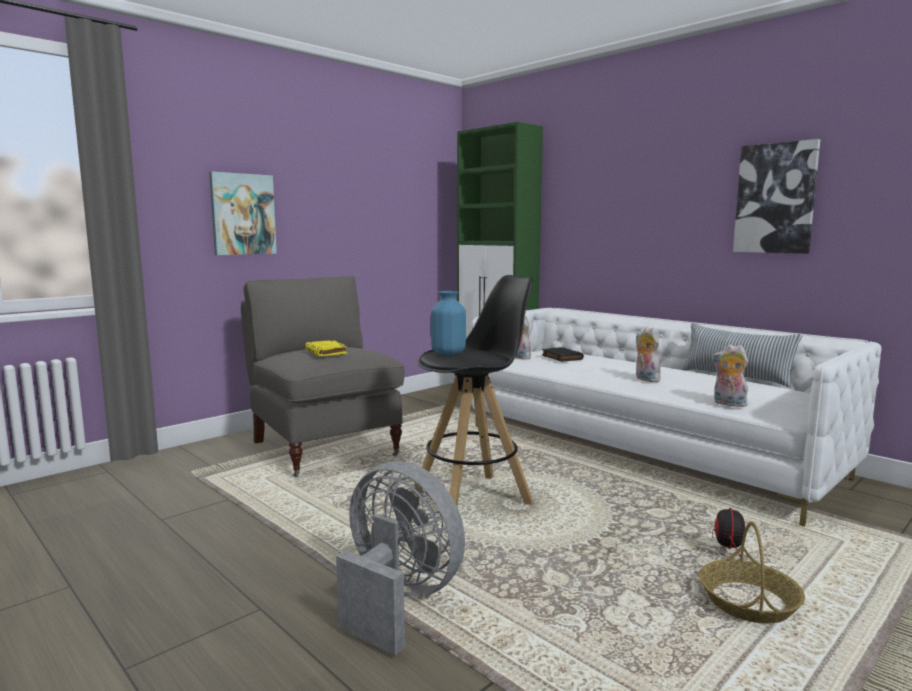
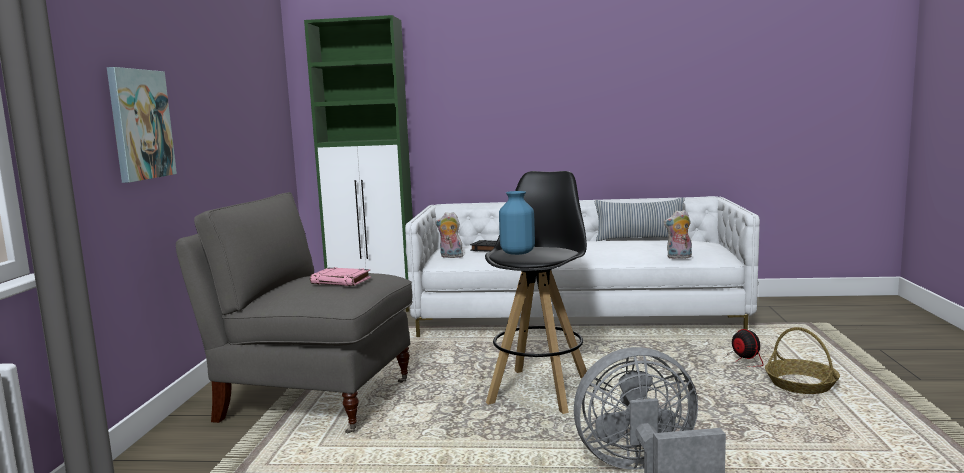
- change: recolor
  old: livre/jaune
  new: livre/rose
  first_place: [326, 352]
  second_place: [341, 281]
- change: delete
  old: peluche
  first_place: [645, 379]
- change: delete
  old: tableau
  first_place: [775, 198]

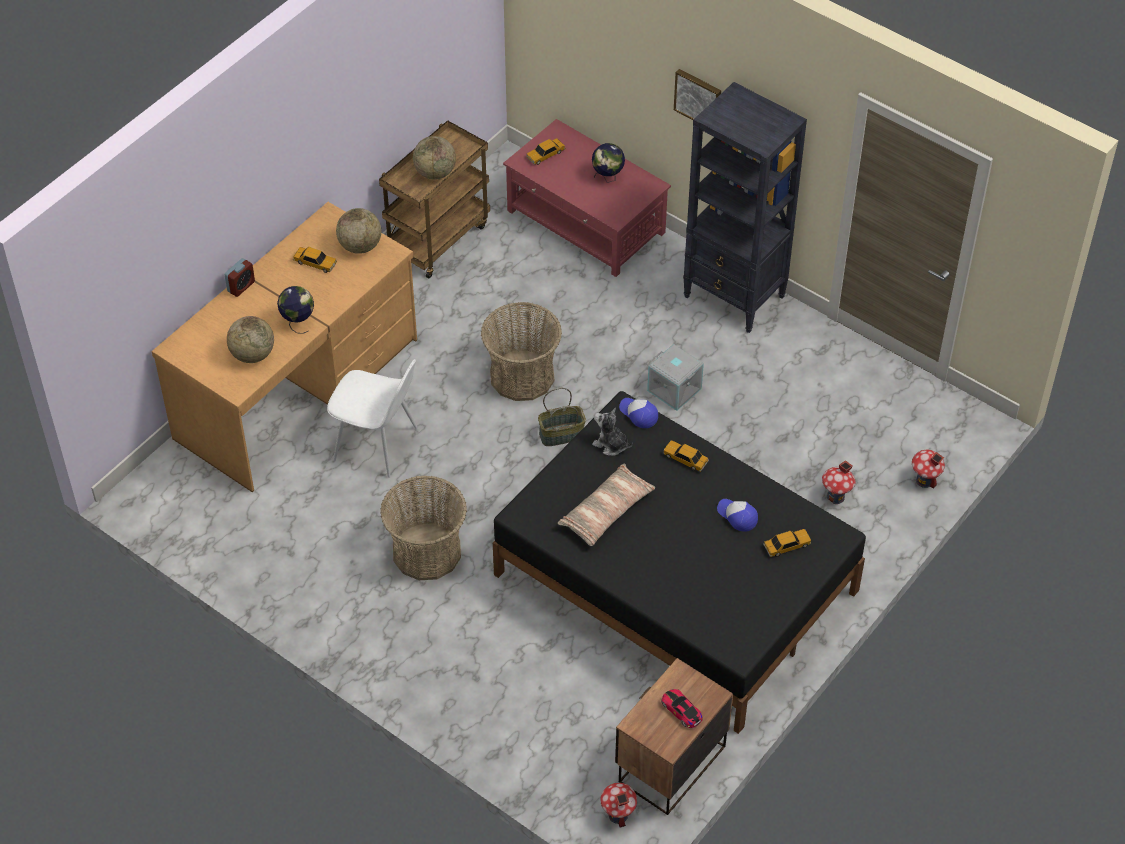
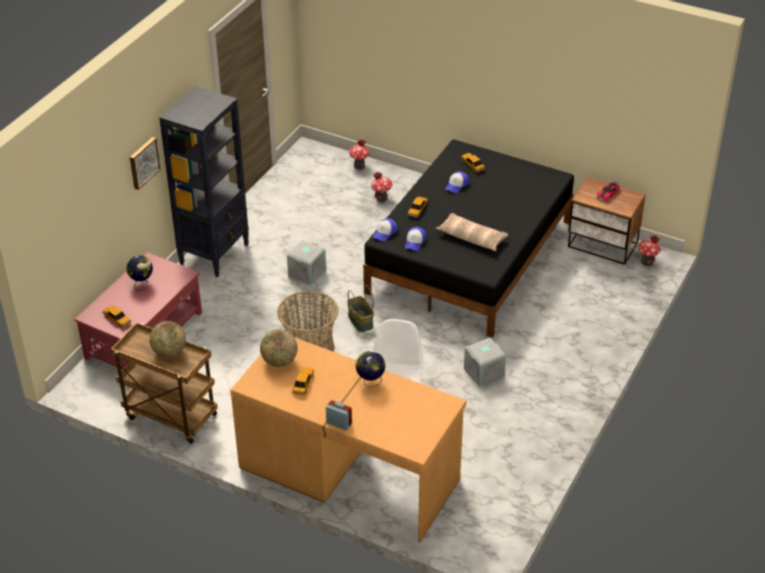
- change: replace
  old: peluche
  new: casquette
  first_place: [611, 444]
  second_place: [415, 242]
- change: replace
  old: panier
  new: boîte de rangement/gris
  first_place: [426, 552]
  second_place: [484, 373]
- change: delete
  old: globe
  first_place: [252, 354]

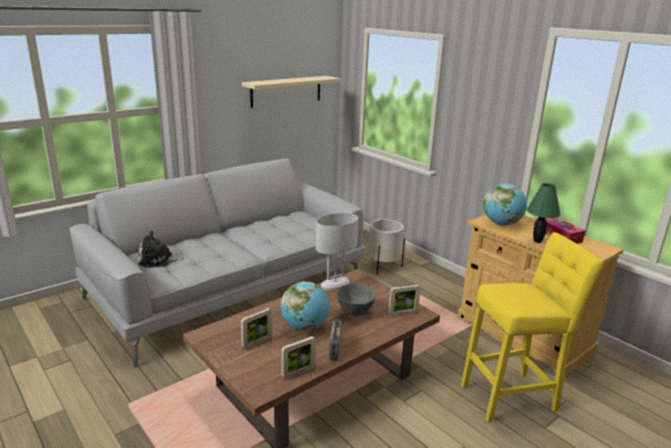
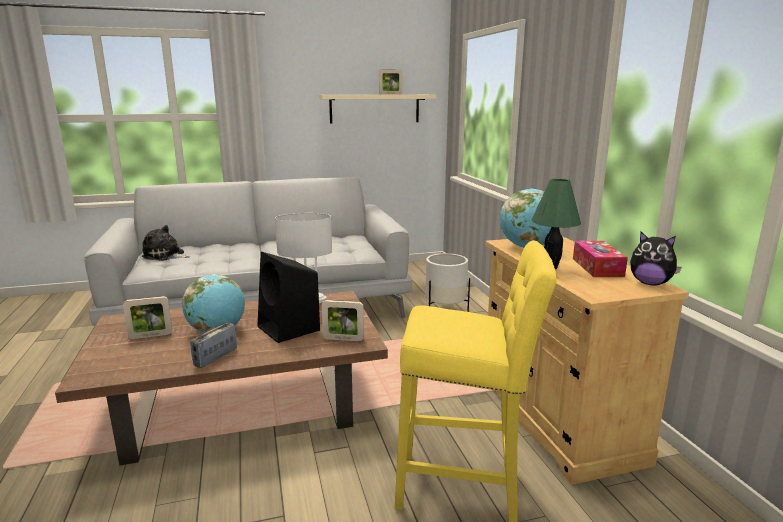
- change: replace
  old: bol/gris
  new: enceinte/noir
  first_place: [355, 313]
  second_place: [290, 329]
- change: move
  old: cadre photo
  first_place: [298, 373]
  second_place: [390, 94]
- change: insert
  new: peluche
  second_place: [650, 283]

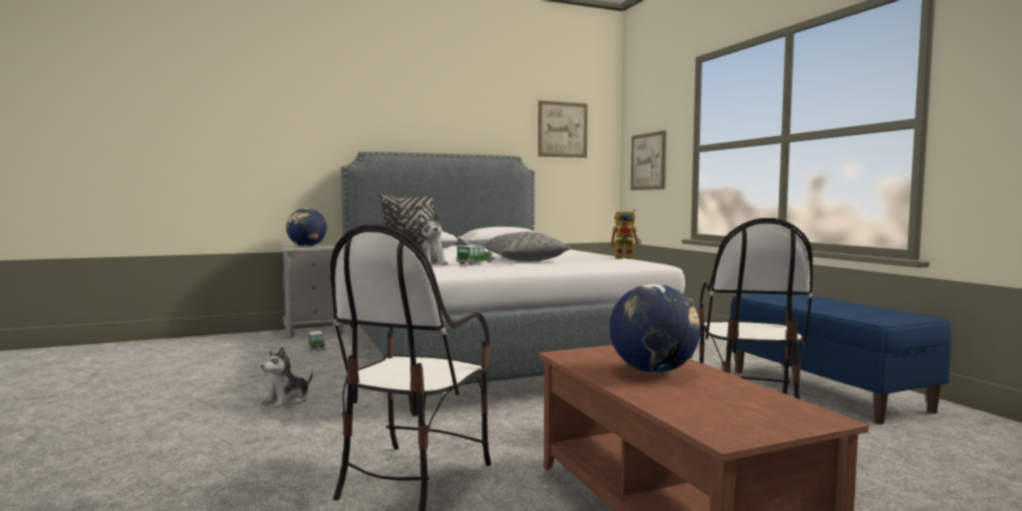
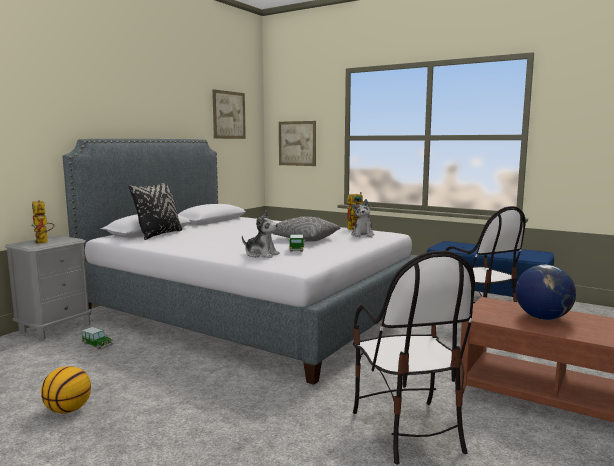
- change: replace
  old: globe
  new: robot jouet
  first_place: [307, 246]
  second_place: [43, 242]
- change: insert
  new: ballon de basket
  second_place: [68, 410]
- change: move
  old: peluche
  first_place: [288, 401]
  second_place: [363, 235]

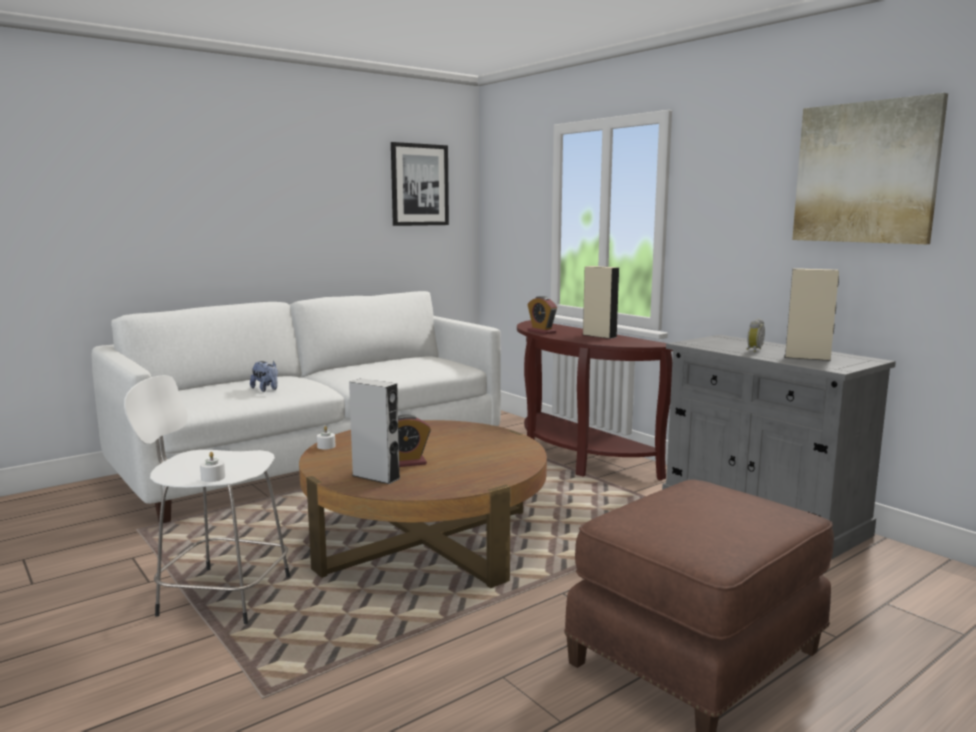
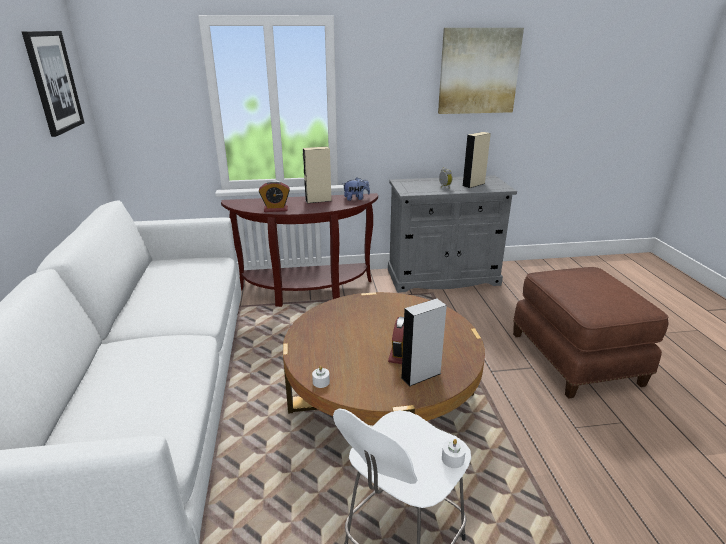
- change: move
  old: peluche
  first_place: [266, 389]
  second_place: [356, 198]

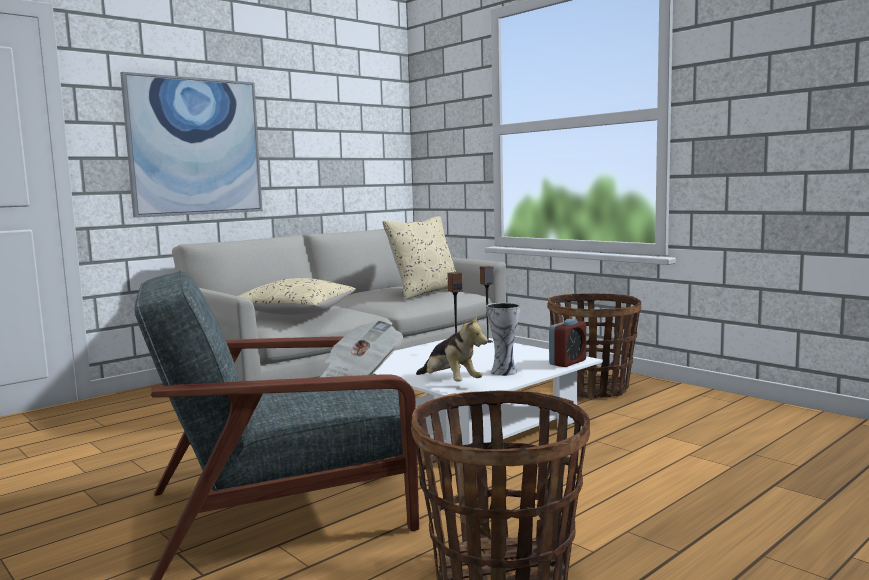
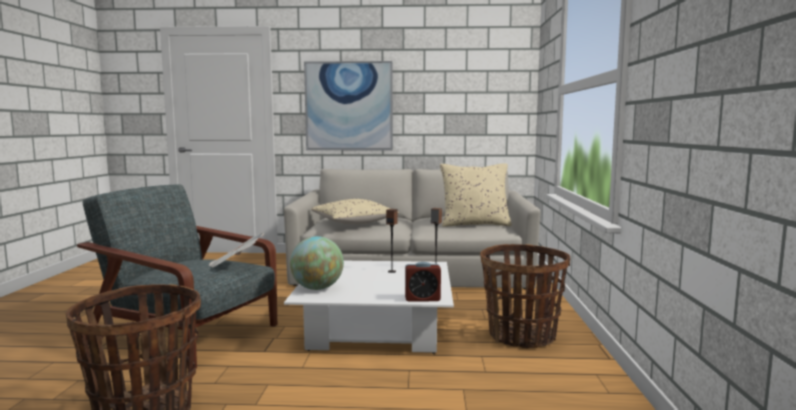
- change: replace
  old: peluche
  new: globe
  first_place: [450, 383]
  second_place: [317, 288]
- change: delete
  old: vase
  first_place: [505, 371]

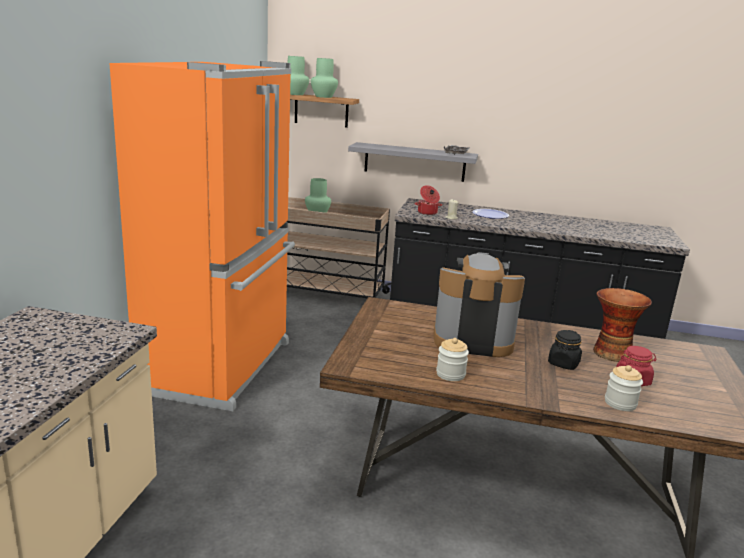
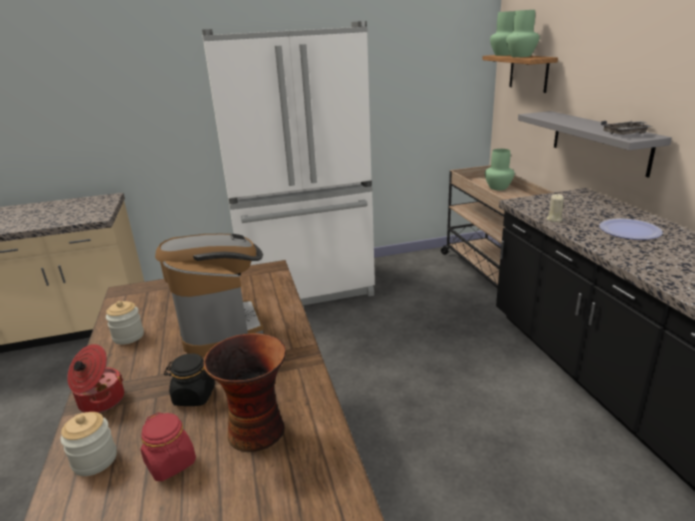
- change: move
  old: marmite
  first_place: [427, 213]
  second_place: [100, 401]
- change: recolor
  old: réfrigérateur/orange
  new: réfrigérateur/blanc
  first_place: [222, 366]
  second_place: [307, 289]

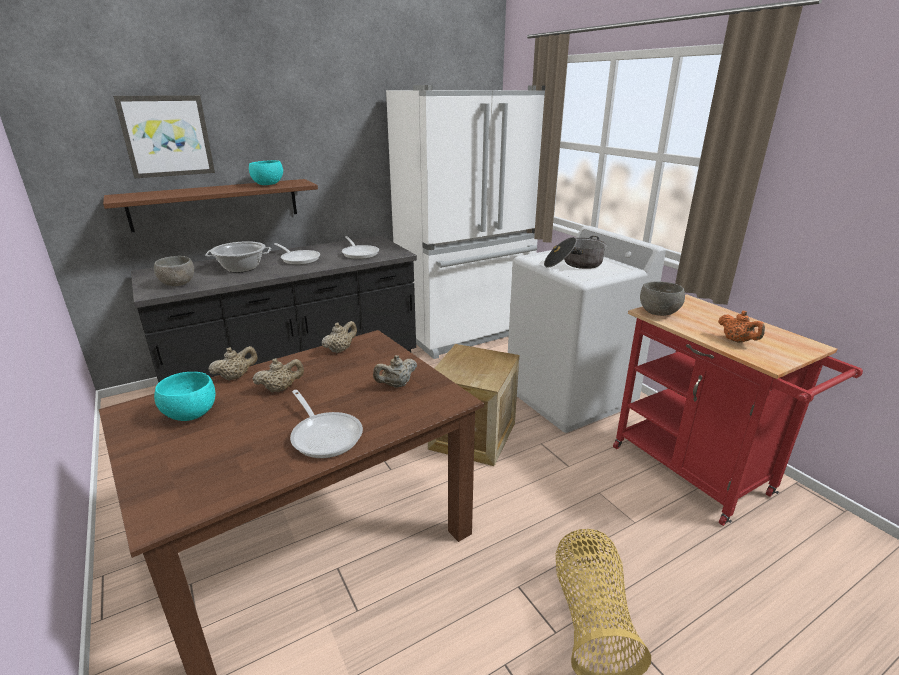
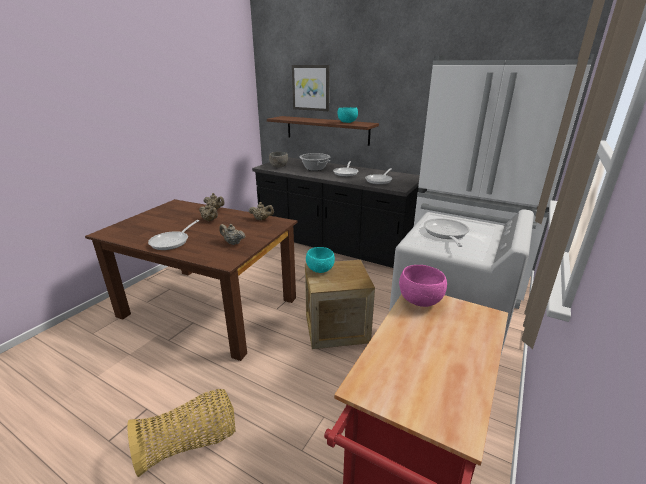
- change: move
  old: bol/turquoise
  first_place: [191, 415]
  second_place: [320, 270]
- change: recolor
  old: bol/gris
  new: bol/rose
  first_place: [659, 313]
  second_place: [420, 301]
- change: replace
  old: marmite
  new: poêle
  first_place: [574, 264]
  second_place: [445, 233]
- change: delete
  old: théière/orange
  first_place: [737, 341]

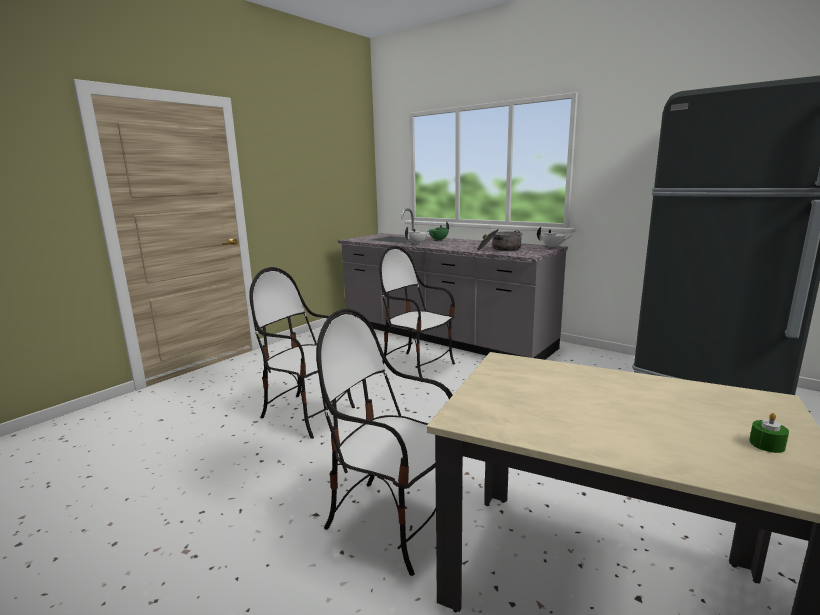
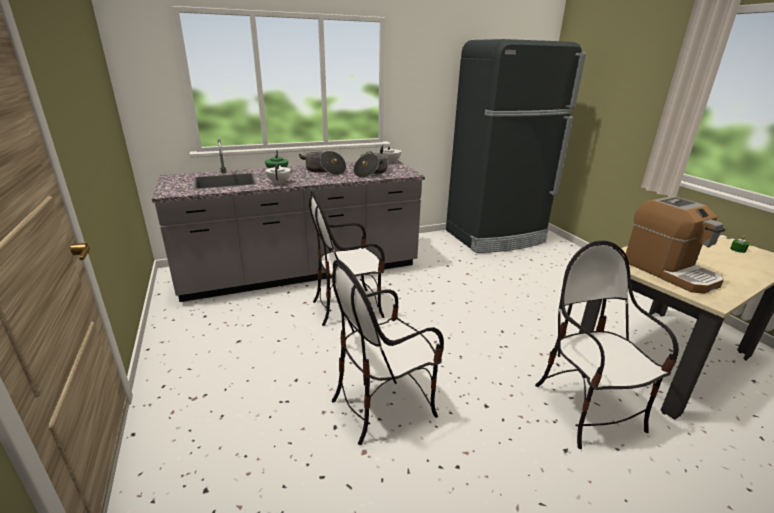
- change: insert
  new: marmite
  second_place: [324, 170]
- change: rotate
  old: chaise
  first_place: [393, 521]
  second_place: [587, 409]
  degrees: 105
- change: insert
  new: machine à café
  second_place: [669, 272]

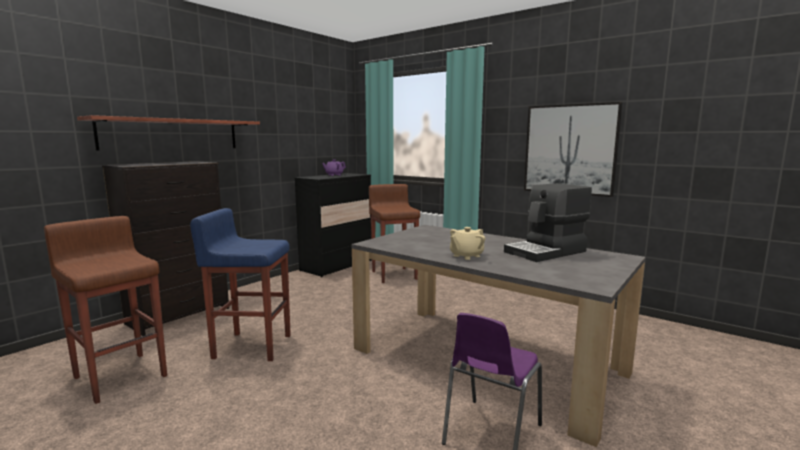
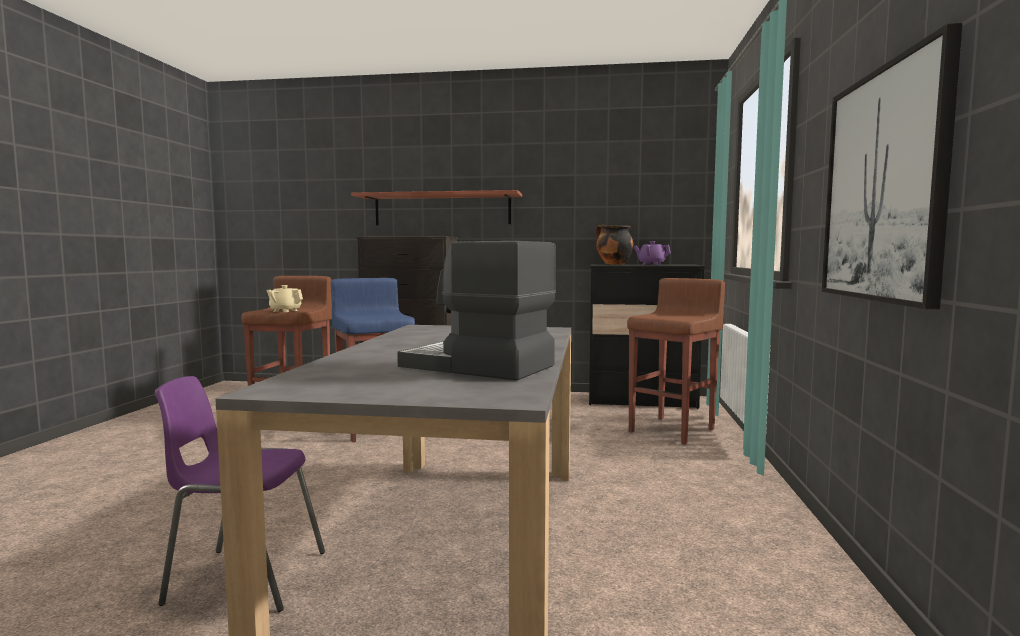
- change: move
  old: théière/beige
  first_place: [466, 256]
  second_place: [285, 311]
- change: insert
  new: marmite
  second_place: [613, 264]

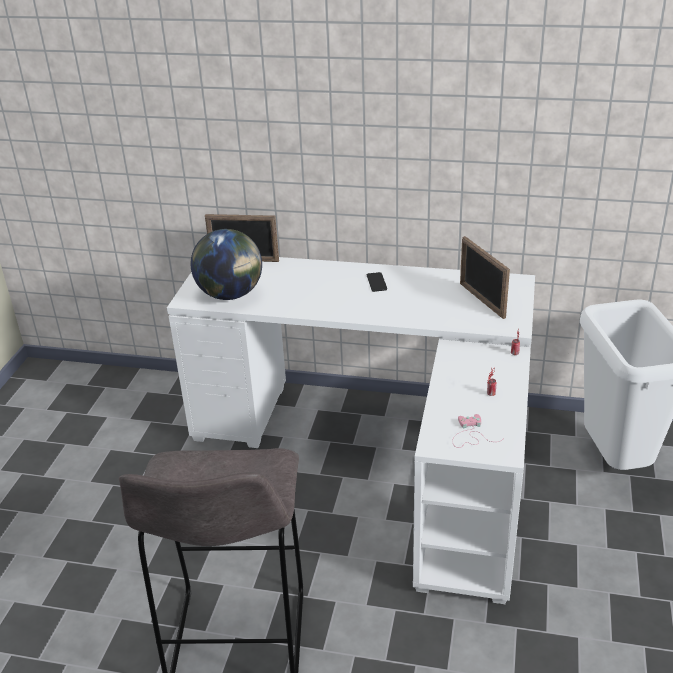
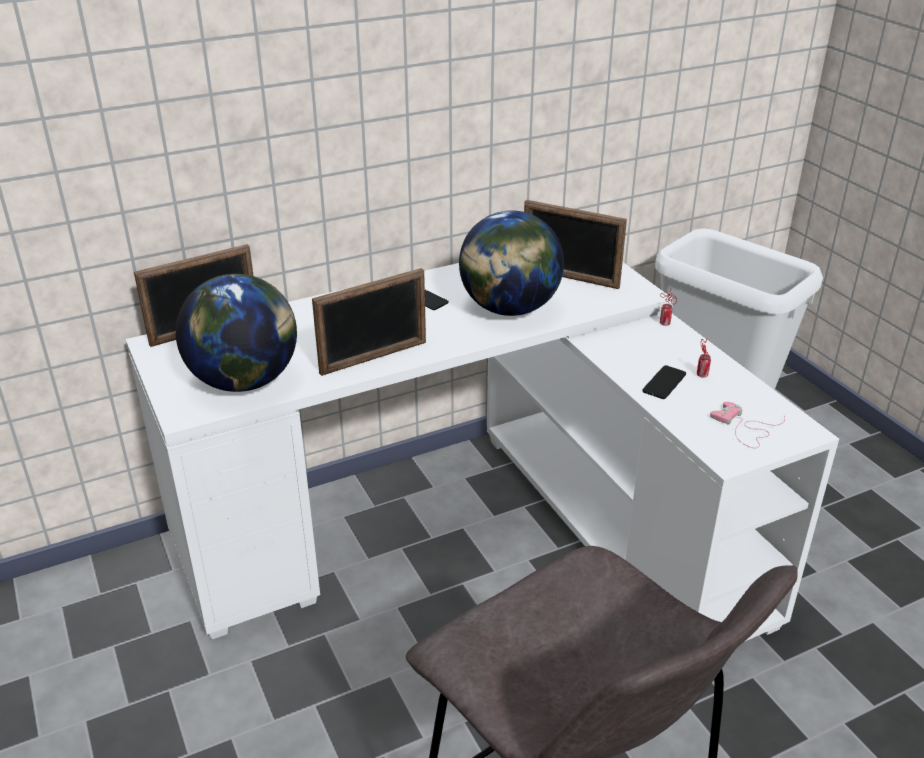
- change: insert
  new: cadre photo
  second_place: [374, 358]
- change: insert
  new: globe
  second_place: [509, 309]
- change: insert
  new: téléphone
  second_place: [664, 383]

